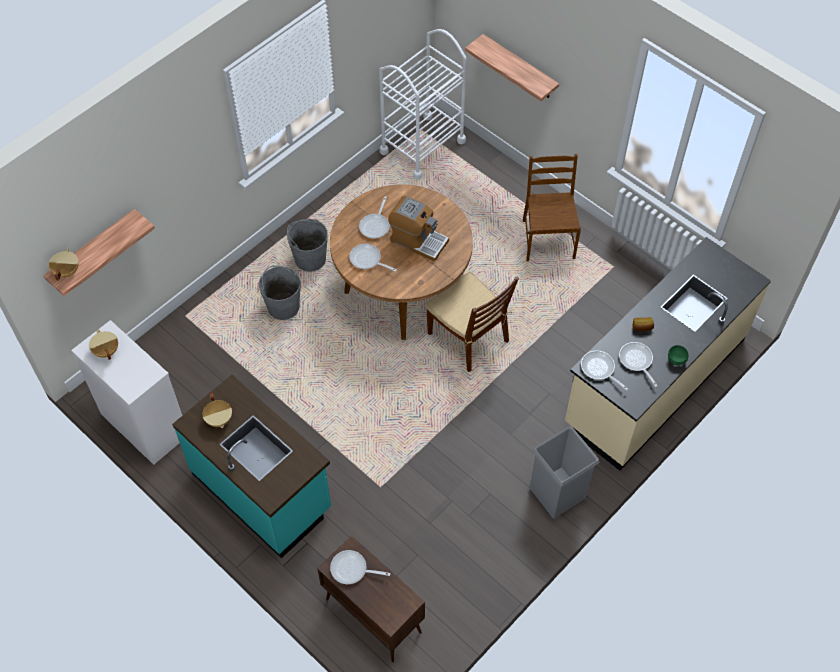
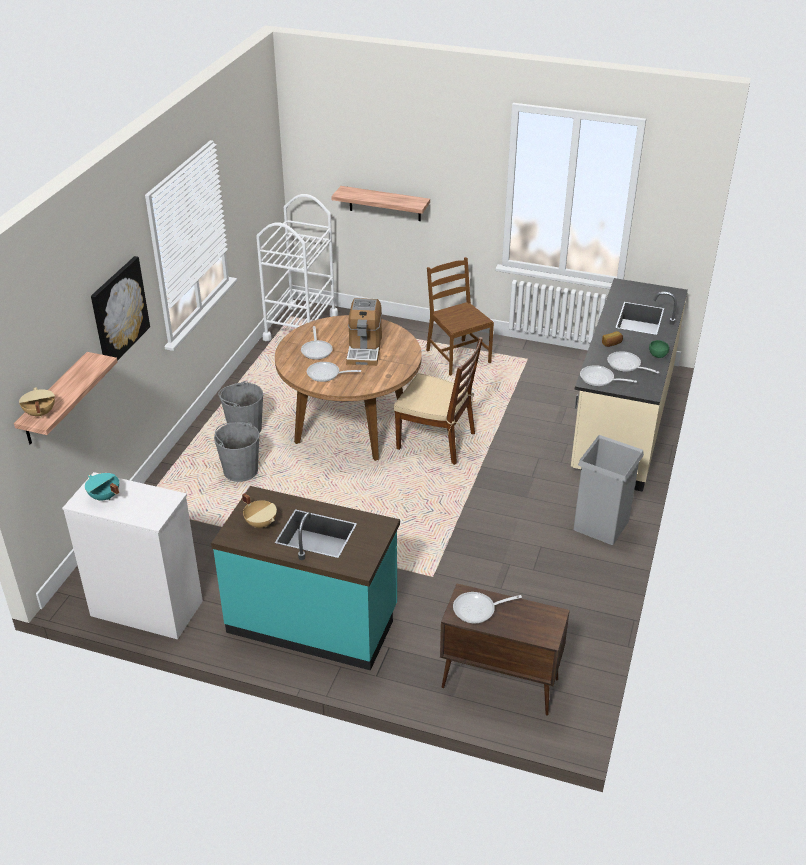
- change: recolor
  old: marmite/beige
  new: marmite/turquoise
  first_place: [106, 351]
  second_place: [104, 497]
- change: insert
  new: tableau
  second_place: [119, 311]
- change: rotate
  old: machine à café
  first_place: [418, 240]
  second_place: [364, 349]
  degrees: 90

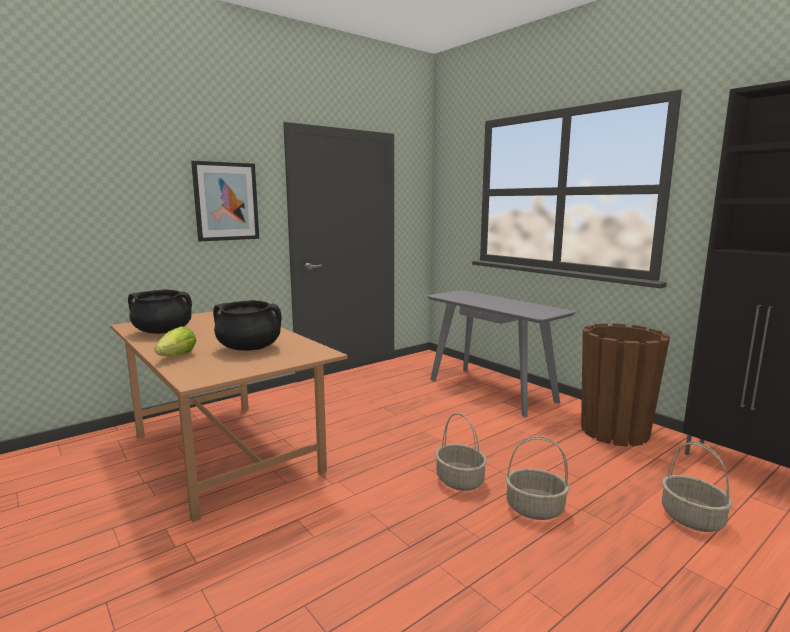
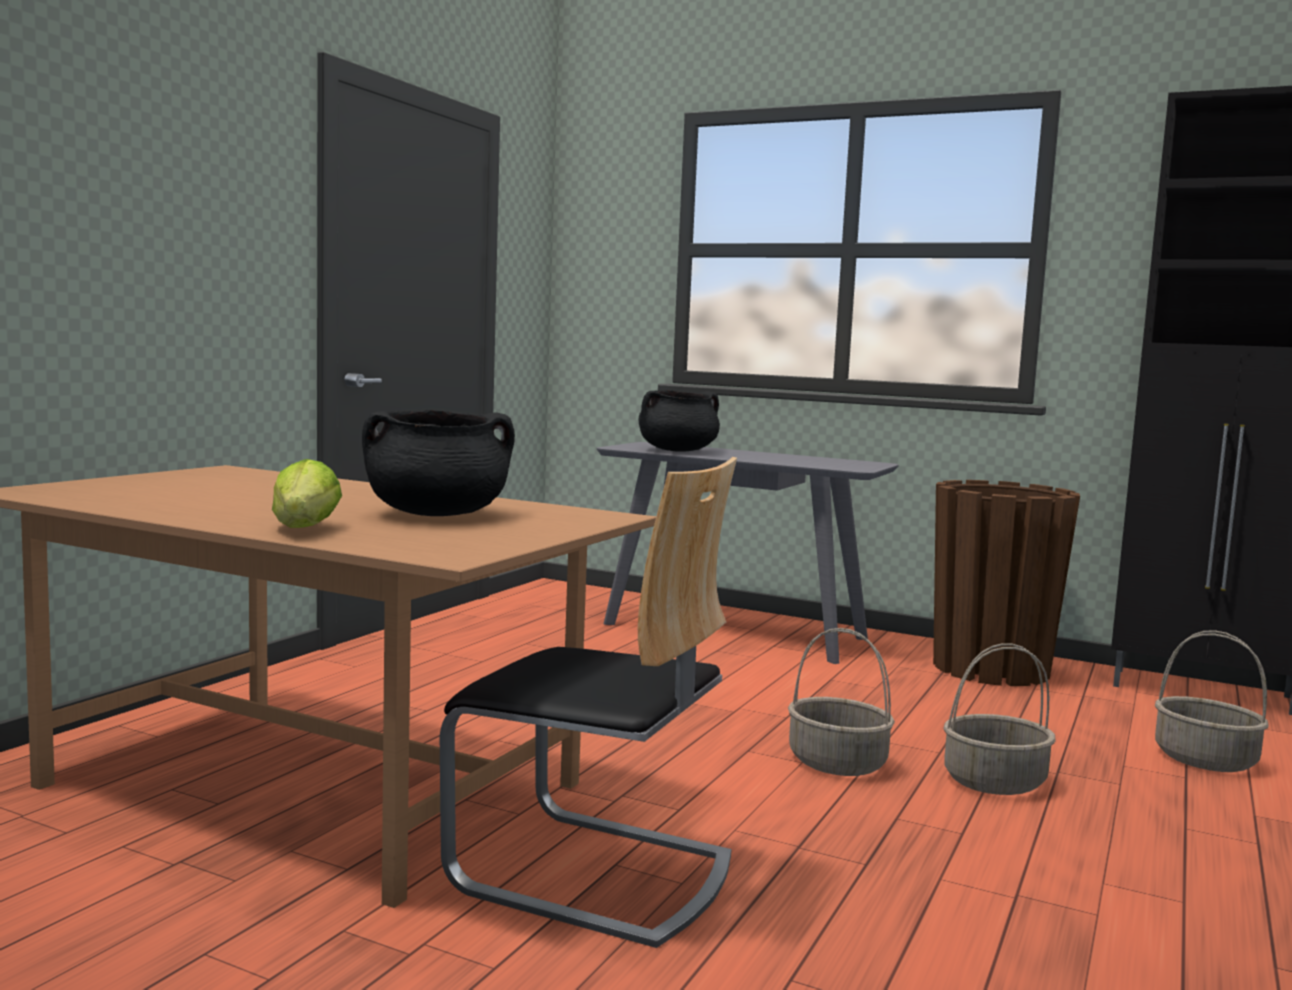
- change: insert
  new: chaise
  second_place: [593, 872]
- change: move
  old: marmite/noir
  first_place: [163, 332]
  second_place: [677, 451]
- change: delete
  old: tableau
  first_place: [226, 201]

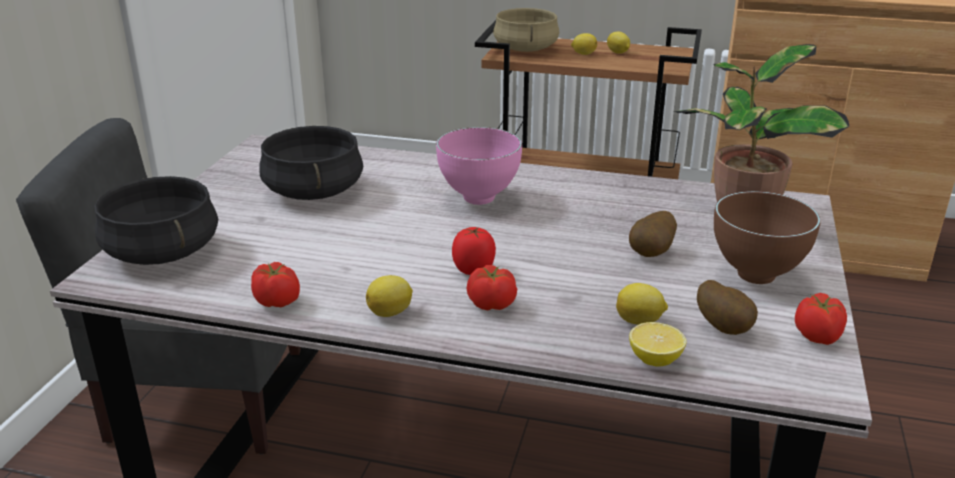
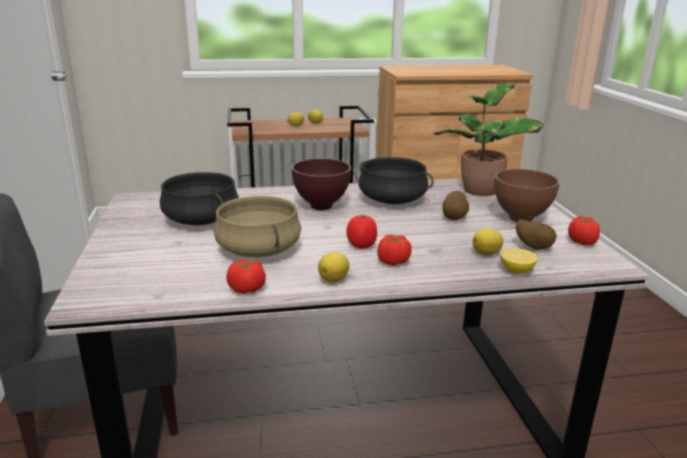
- change: move
  old: marmite/beige
  first_place: [526, 49]
  second_place: [259, 250]
- change: recolor
  old: bol/rose
  new: bol/marron
  first_place: [476, 199]
  second_place: [320, 207]
- change: move
  old: marmite/noir
  first_place: [164, 252]
  second_place: [392, 200]

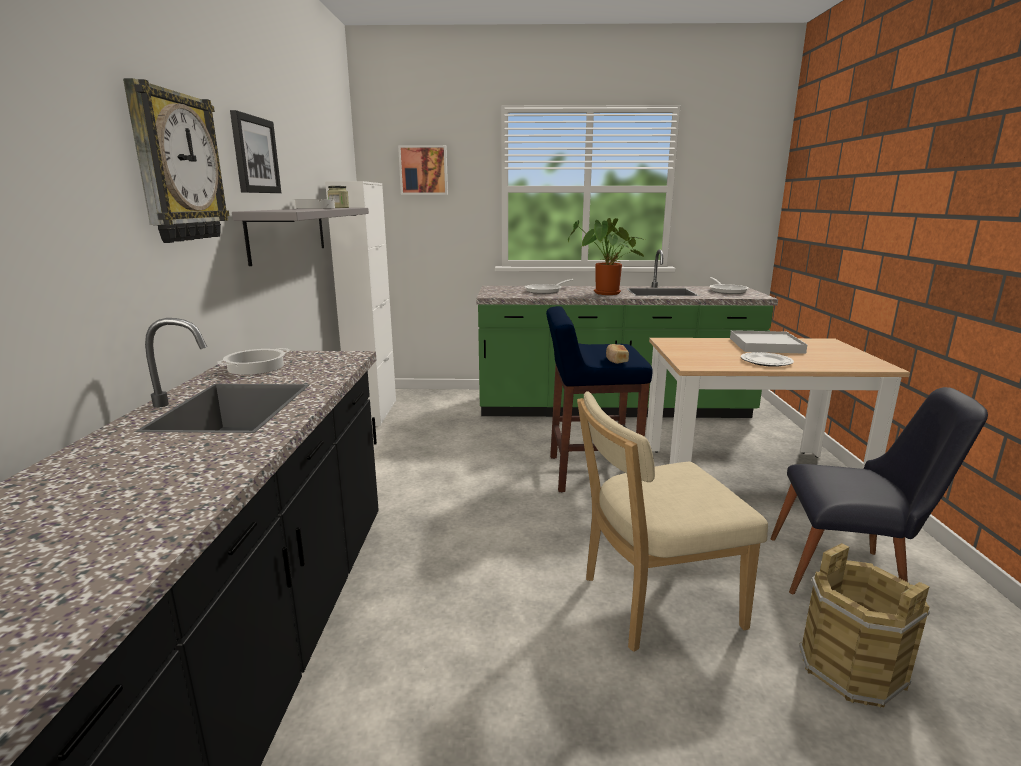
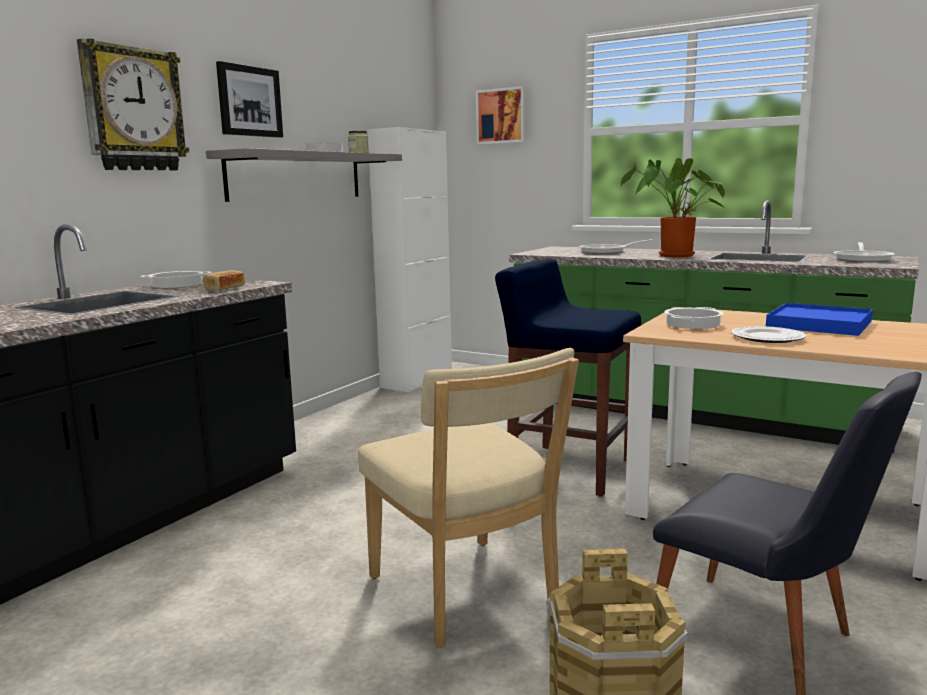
- change: move
  old: pain
  first_place: [616, 360]
  second_place: [224, 289]
- change: rotate
  old: chaise/beige
  first_place: [653, 603]
  second_place: [466, 595]
  degrees: -135
- change: insert
  new: marmite
  second_place: [693, 324]
- change: recolor
  old: plateau/blanc
  new: plateau/bleu
  first_place: [766, 345]
  second_place: [819, 324]

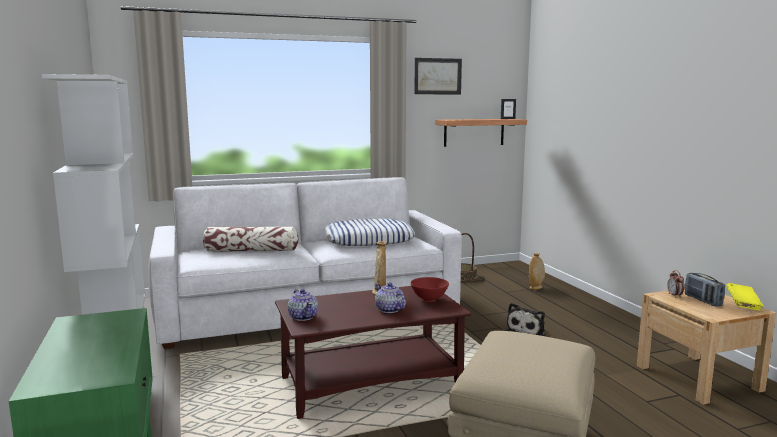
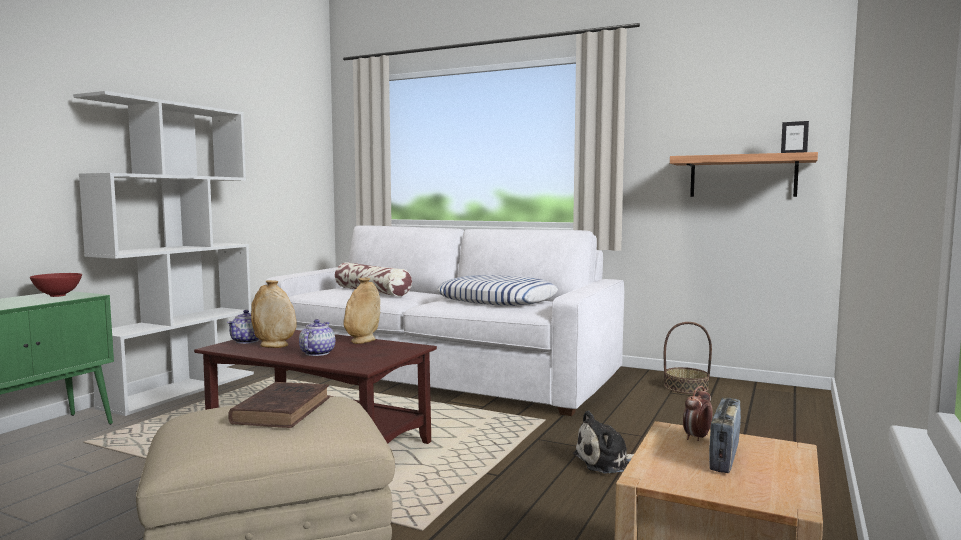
- change: move
  old: bol/rouge
  first_place: [429, 299]
  second_place: [58, 295]
- change: insert
  new: livre/marron
  second_place: [283, 409]
- change: move
  old: vase/beige
  first_place: [536, 288]
  second_place: [274, 346]
- change: delete
  old: tableau
  first_place: [438, 76]
- change: delete
  old: livre/jaune
  first_place: [743, 305]

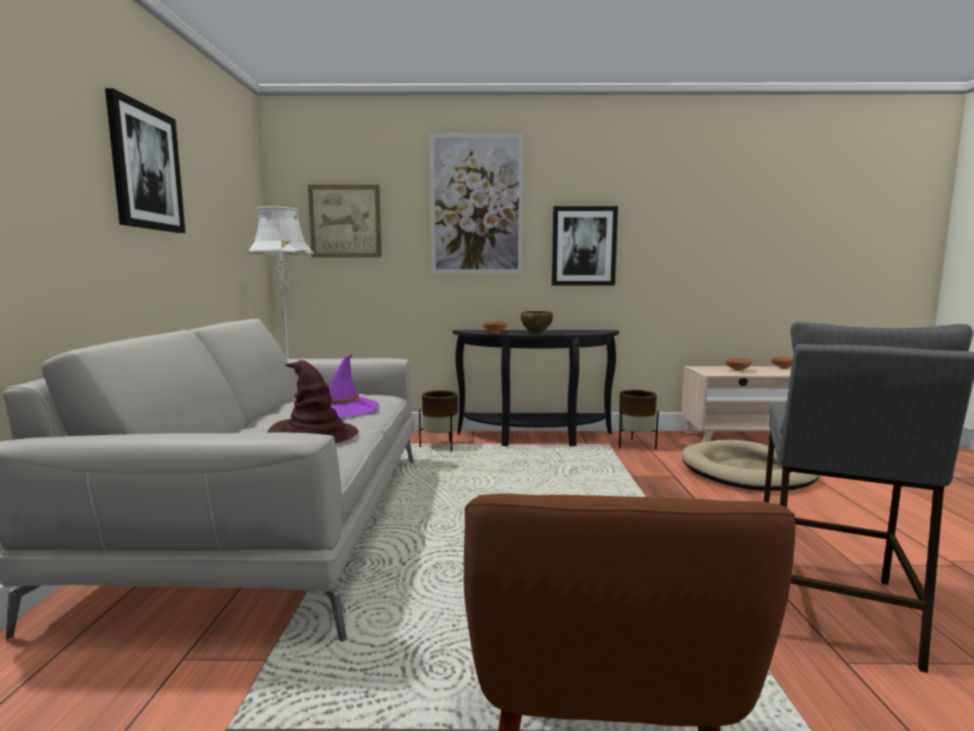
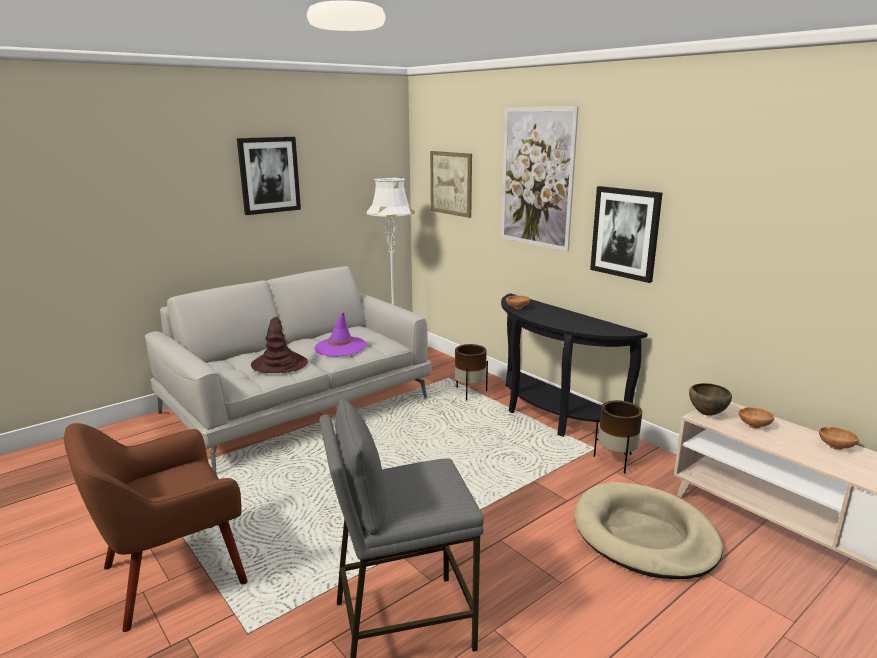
- change: move
  old: bol/marron
  first_place: [536, 334]
  second_place: [706, 414]

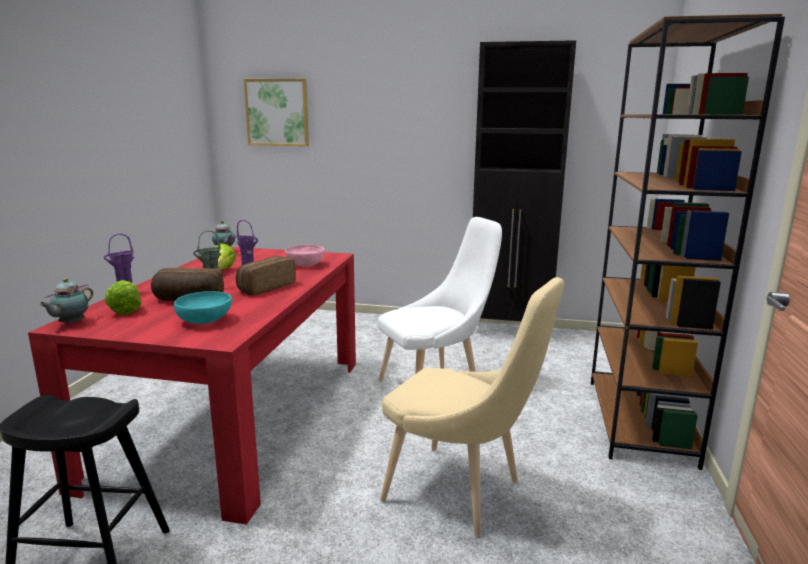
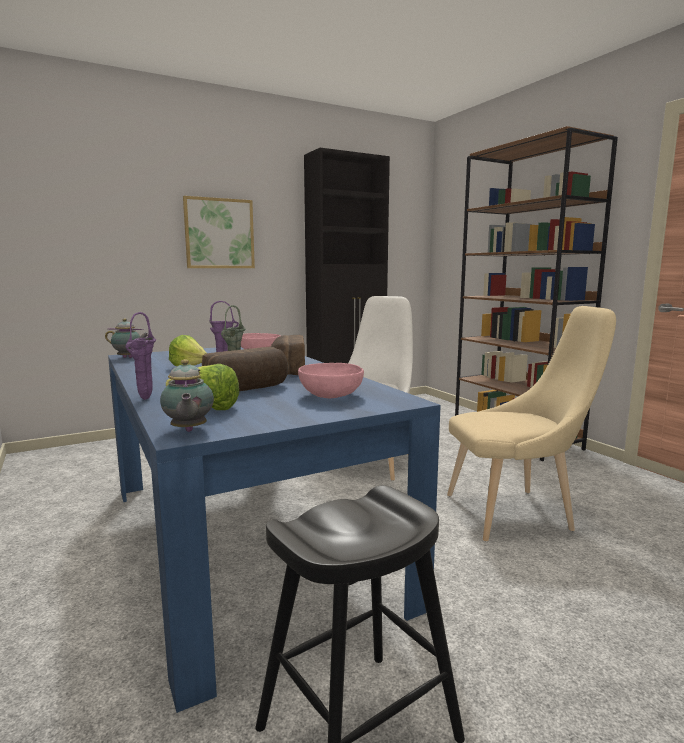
- change: recolor
  old: table à manger/rouge
  new: table à manger/bleu
  first_place: [238, 415]
  second_place: [243, 539]
- change: move
  old: tableau
  first_place: [277, 112]
  second_place: [219, 233]
- change: recolor
  old: bol/turquoise
  new: bol/rose
  first_place: [205, 320]
  second_place: [330, 395]

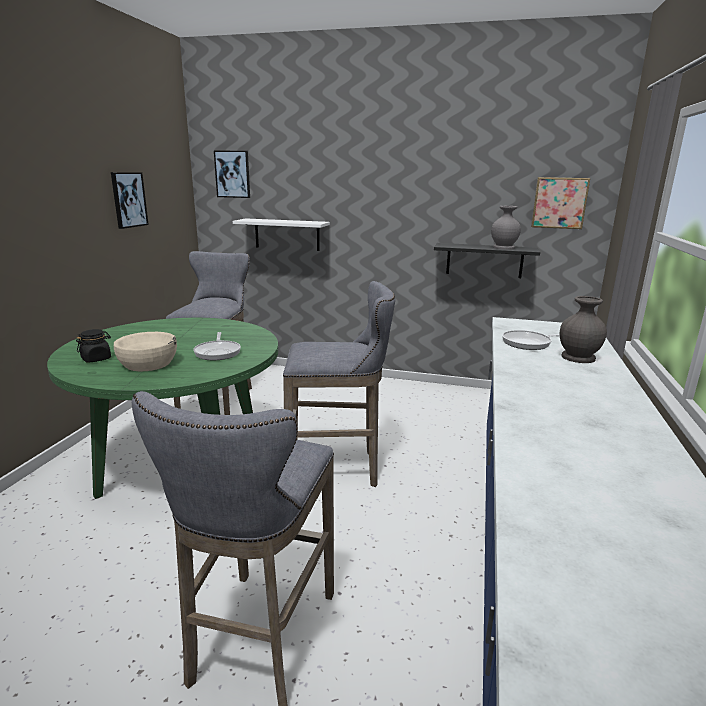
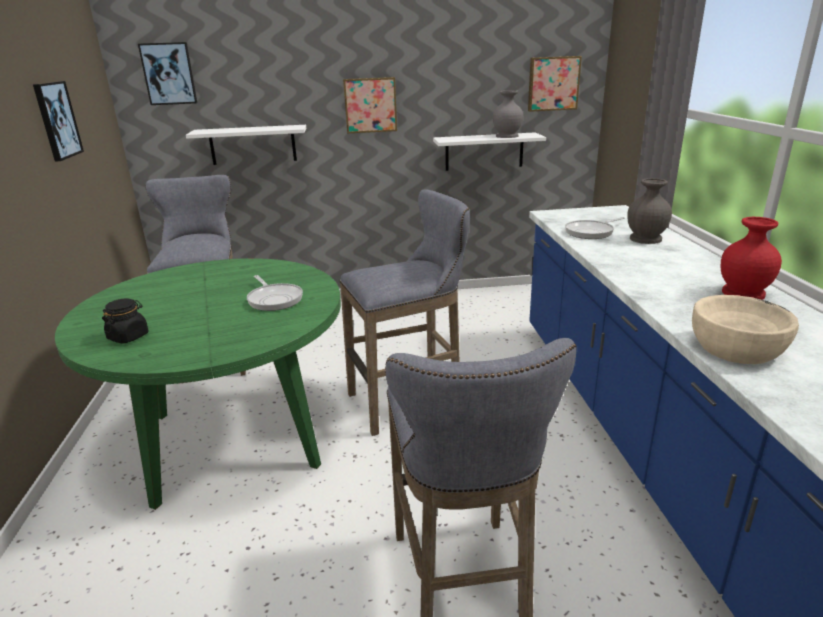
- change: insert
  new: tableau
  second_place: [370, 105]
- change: recolor
  old: étagère/noir
  new: étagère/blanc
  first_place: [484, 260]
  second_place: [484, 151]
- change: move
  old: bol/beige
  first_place: [148, 363]
  second_place: [736, 347]
- change: insert
  new: vase/rouge
  second_place: [742, 293]

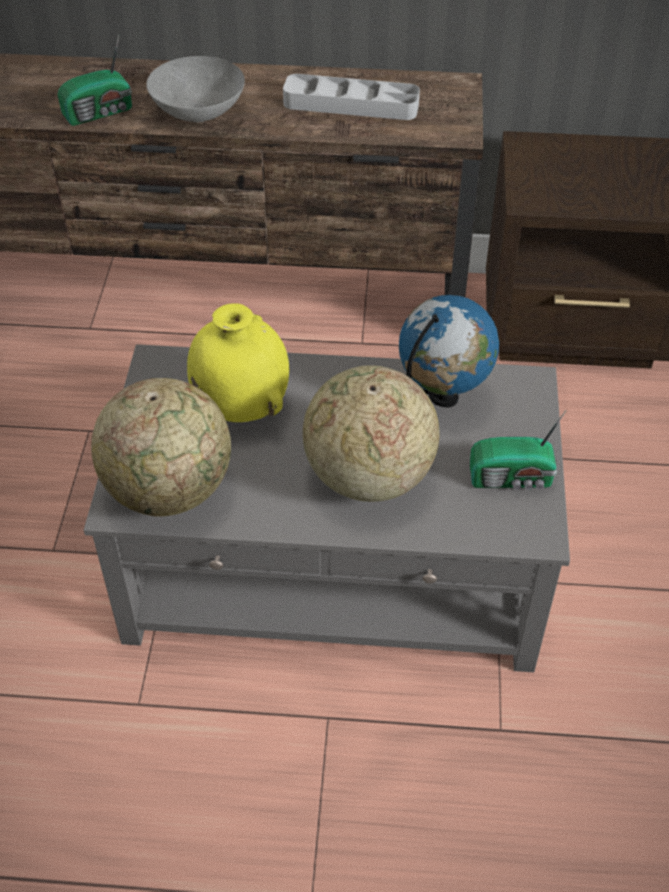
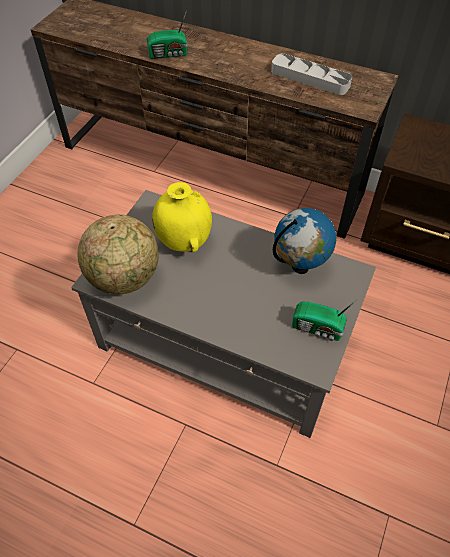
- change: delete
  old: bol/gris
  first_place: [200, 113]
- change: delete
  old: globe
  first_place: [368, 477]

